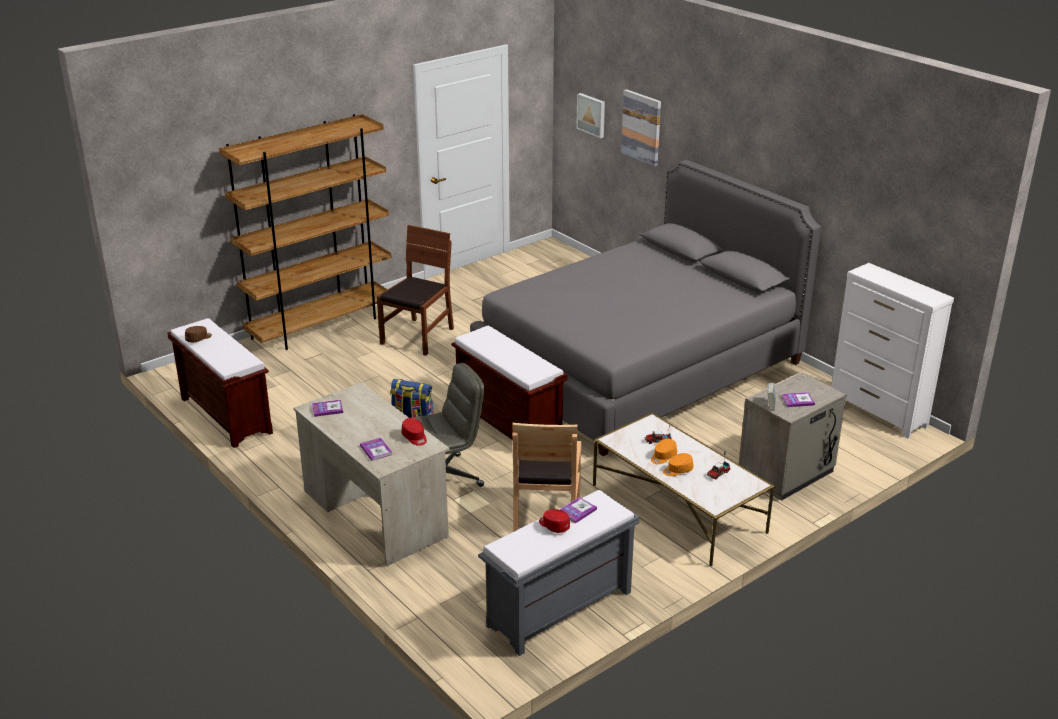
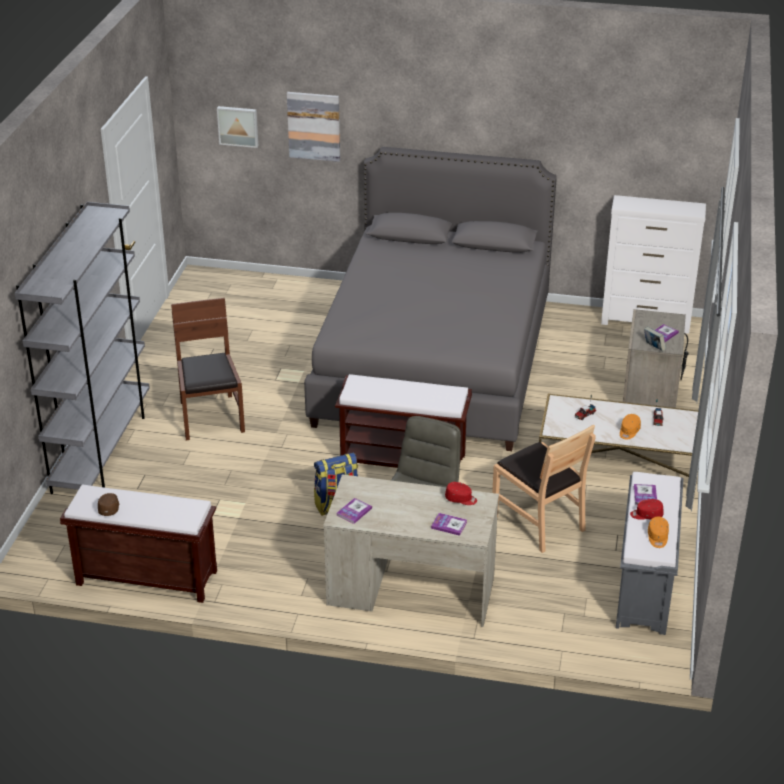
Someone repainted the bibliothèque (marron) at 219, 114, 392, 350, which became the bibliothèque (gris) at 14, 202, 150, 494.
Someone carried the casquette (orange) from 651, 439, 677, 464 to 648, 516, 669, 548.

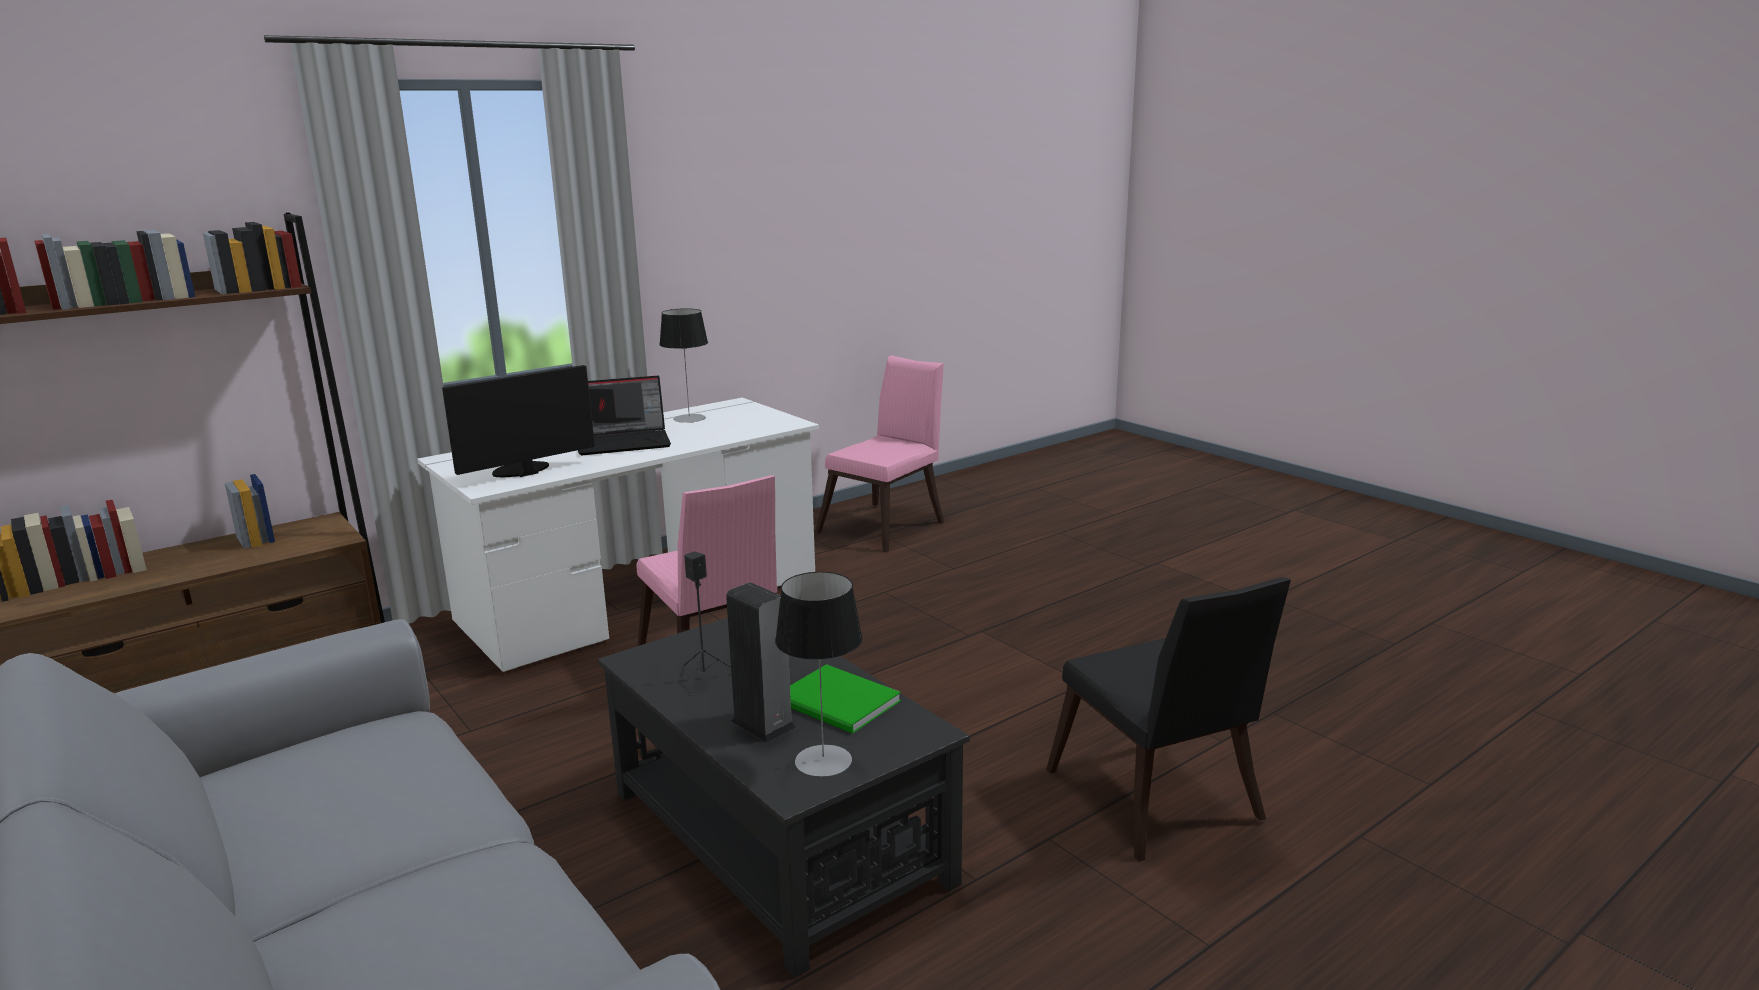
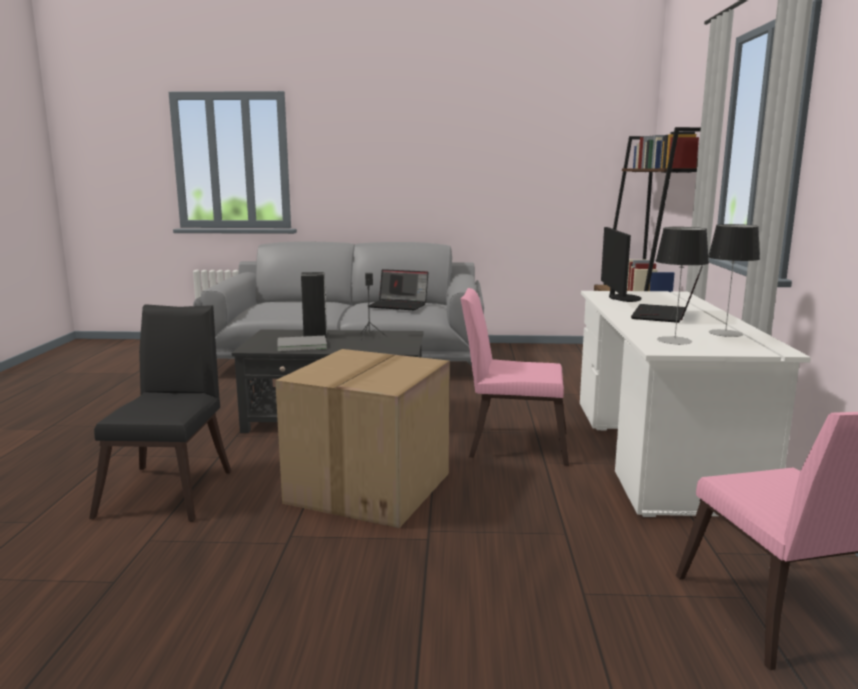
Someone carried the lampe de table from 775, 572, 863, 777 to 656, 227, 709, 345.
Someone repainted the livre (vert) at 790, 664, 901, 734, which became the livre (gris) at 277, 336, 327, 352.
Someone rotated the chaise (noir) at 1046, 577, 1291, 862 by 75 degrees clockwise.
Someone put down the carton at 275, 349, 450, 528.
Someone put down the ordinateur portable at 369, 269, 429, 310.

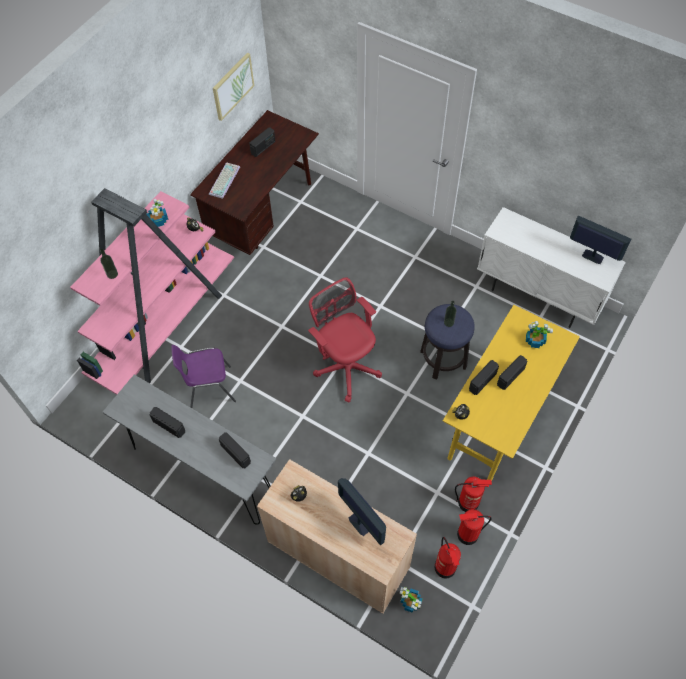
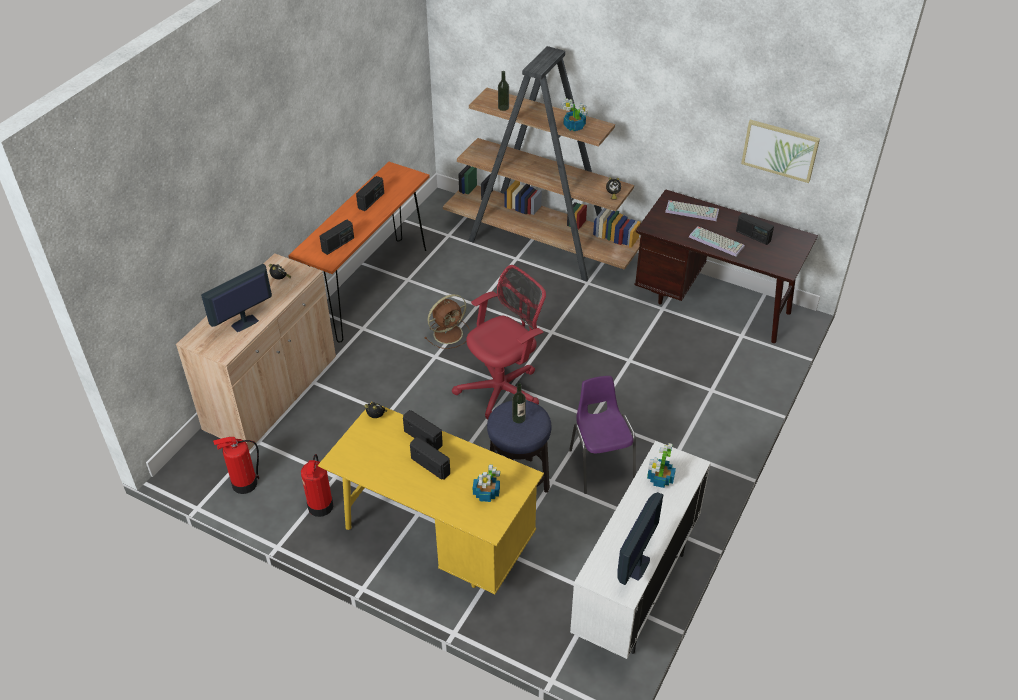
Someone repainted the bibliothèque (rose) at 70, 188, 234, 395, which became the bibliothèque (marron) at 443, 46, 641, 281.
Someone repainted the table console (gris) at 103, 375, 276, 525, which became the table console (orange) at 288, 162, 429, 343.
Someone carried the chaise (violet) from 171, 345, 236, 408 to 569, 376, 636, 494.
Someone carried the plante en pot from 400, 587, 423, 613 to 647, 443, 676, 488.
Someone took away the extincteur at 457, 509, 492, 545.
Someone put down the ventilateur (marron) at 424, 294, 470, 349.
Someone put down the clavier at 689, 226, 745, 256.

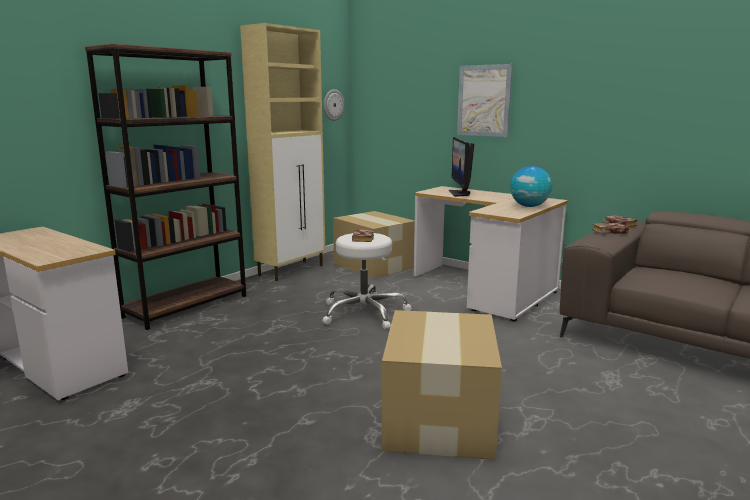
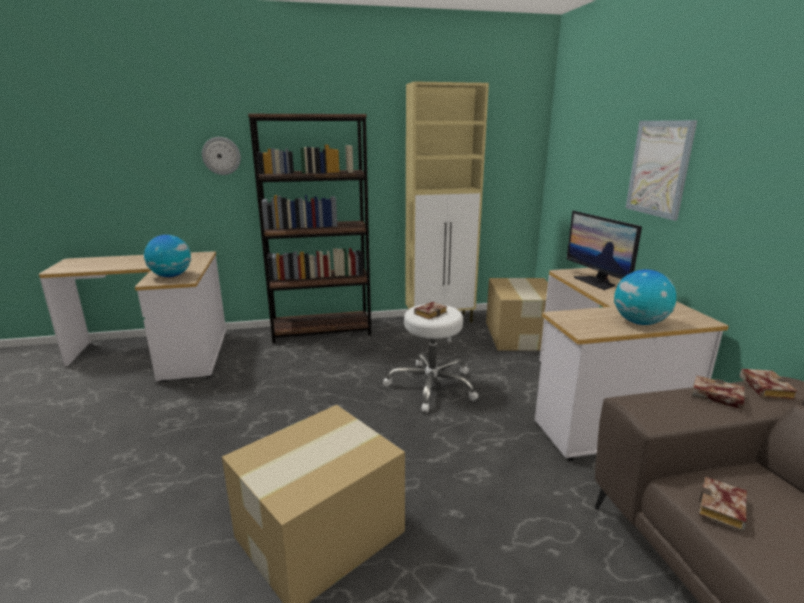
Someone carried the horloge murale from 324, 89, 345, 121 to 202, 137, 241, 175.
Someone rotated the écran d'ordinateur at 449, 137, 474, 197 by 60 degrees counterclockwise.
Someone put down the globe at 144, 235, 191, 277.
Someone put down the livre at 699, 477, 747, 531.

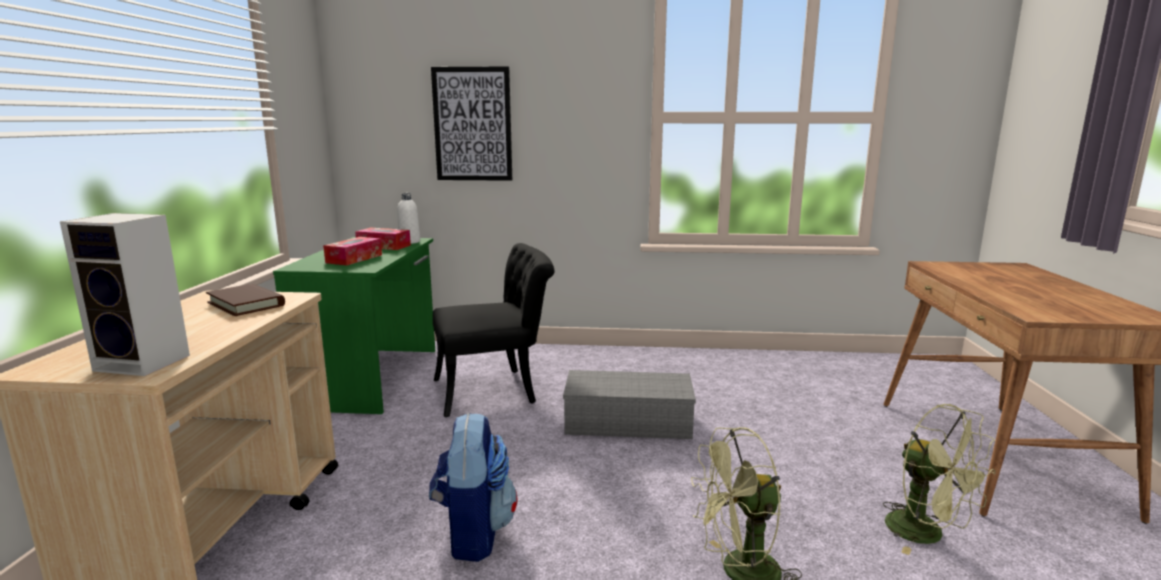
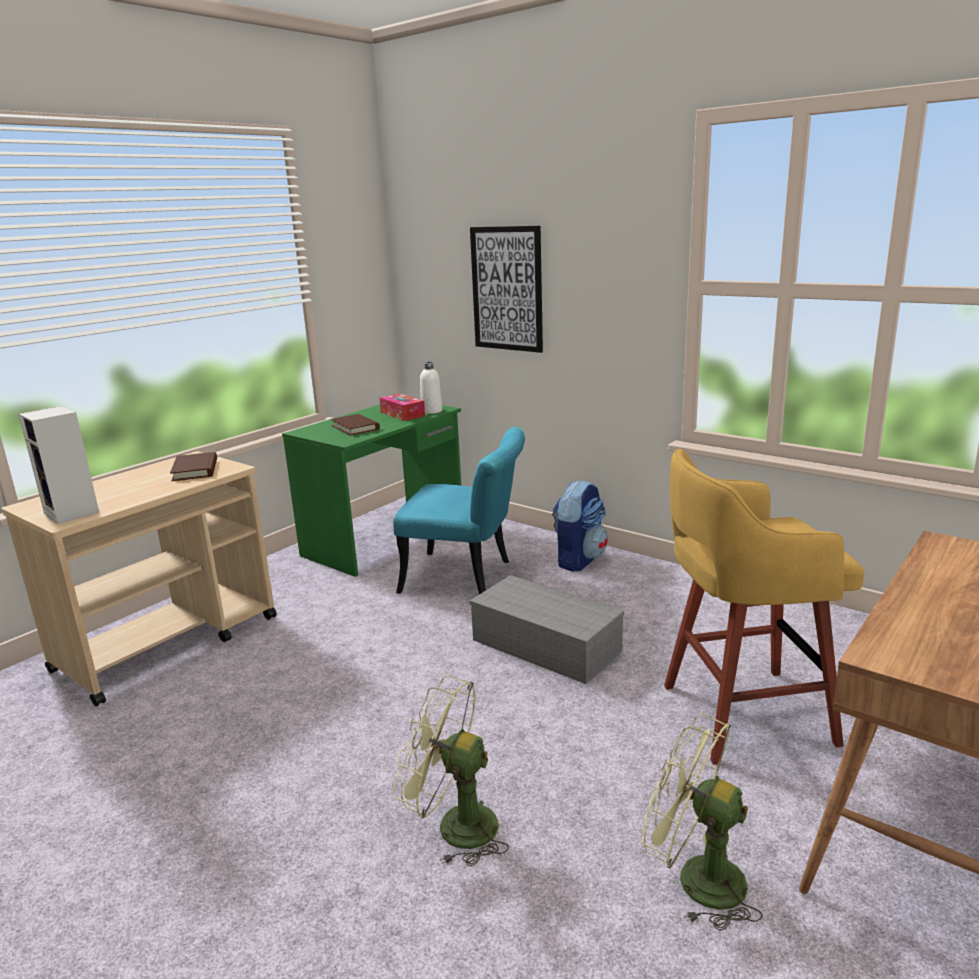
Someone swapped the boîte à mouchoirs at 323, 237, 382, 266 for the livre (marron) at 331, 414, 380, 436.
Someone carried the sac à dos from 429, 413, 518, 562 to 552, 479, 608, 572.
Someone repainted the chaise (noir) at 433, 243, 554, 417, which became the chaise (turquoise) at 393, 427, 525, 594.
Someone rotated the ventilateur (vert) at 883, 404, 995, 555 by 120 degrees clockwise.
Someone put down the tabouret (jaune) at 664, 449, 865, 765.

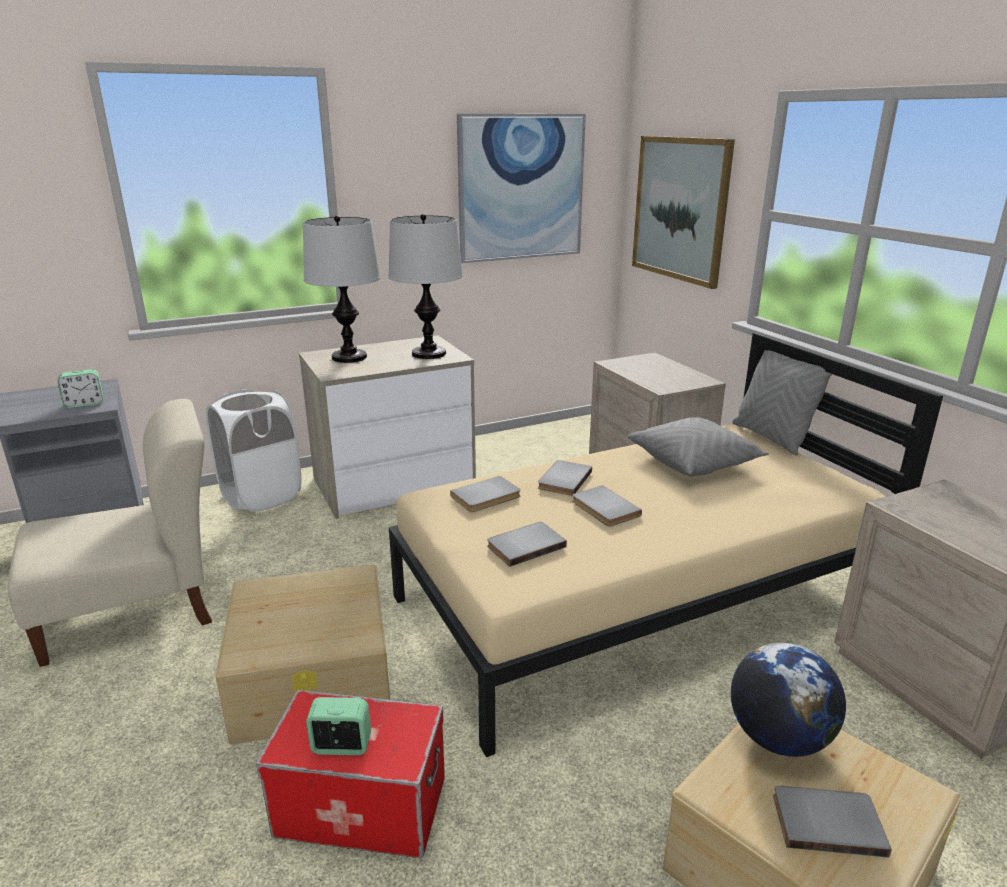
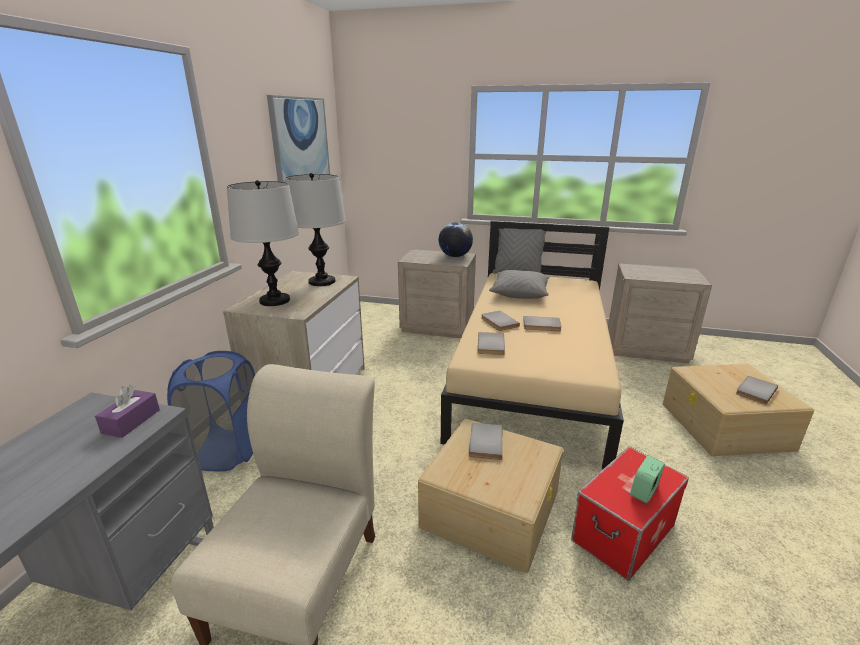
Someone swapped the réveil at 57, 369, 103, 408 for the boîte à mouchoirs (violet) at 95, 385, 160, 438.
Someone repainted the panier à linge (blanc) at 206, 389, 302, 512, which became the panier à linge (bleu) at 167, 351, 255, 471.
Someone carried the livre (gris) from 487, 522, 567, 567 to 469, 423, 502, 460.
Someone took away the tableau at 632, 136, 735, 289.
Someone carried the globe from 731, 643, 846, 757 to 439, 222, 473, 257.

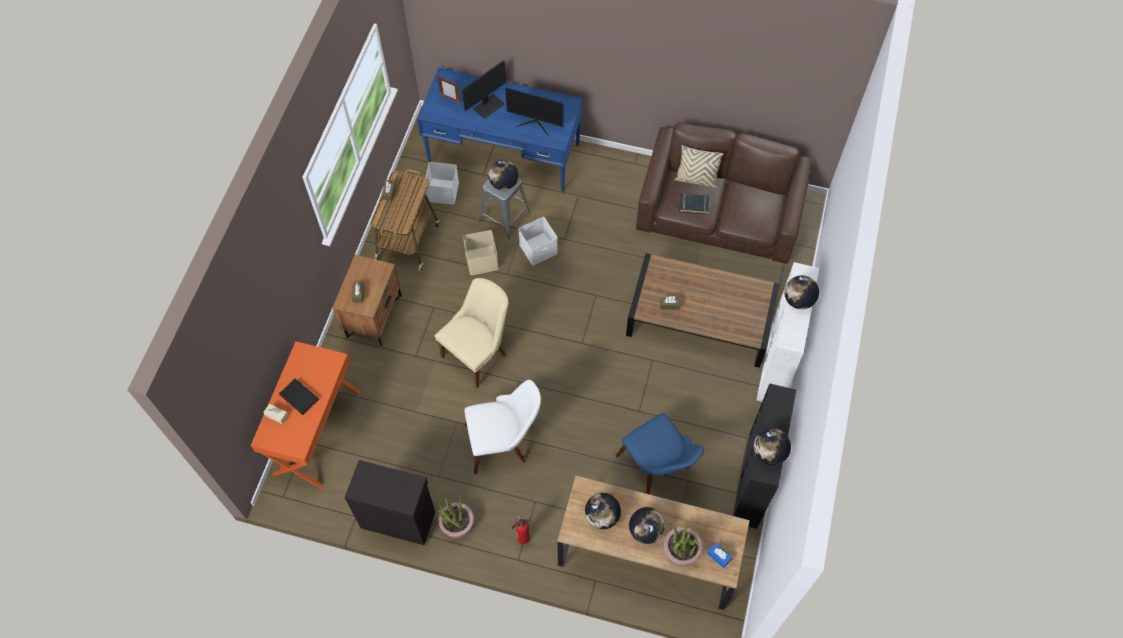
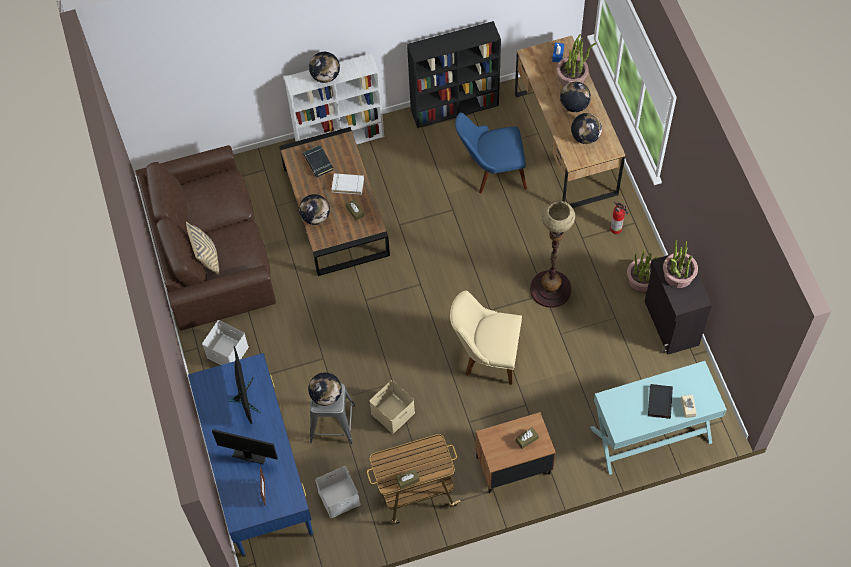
Someone repainted the table console (orange) at 251, 341, 360, 488, which became the table console (turquoise) at 590, 361, 727, 475.
Someone swapped the chaise (blanc) at 464, 380, 541, 474 for the lampadaire at 530, 201, 575, 308.
Someone carried the boîte de rangement (blanc) from 518, 217, 558, 265 to 202, 320, 249, 365.
Someone rotated the chaise (bleu) at 616, 413, 704, 495 by 120 degrees counterclockwise.
Someone carried the livre (noir) from 679, 193, 710, 214 to 303, 145, 333, 177.
Someone carried the globe from 754, 428, 791, 465 to 299, 194, 330, 225.
Someone put down the livre (blanc) at 331, 173, 364, 195.
Someone put down the plante en pot at 663, 240, 698, 288.

